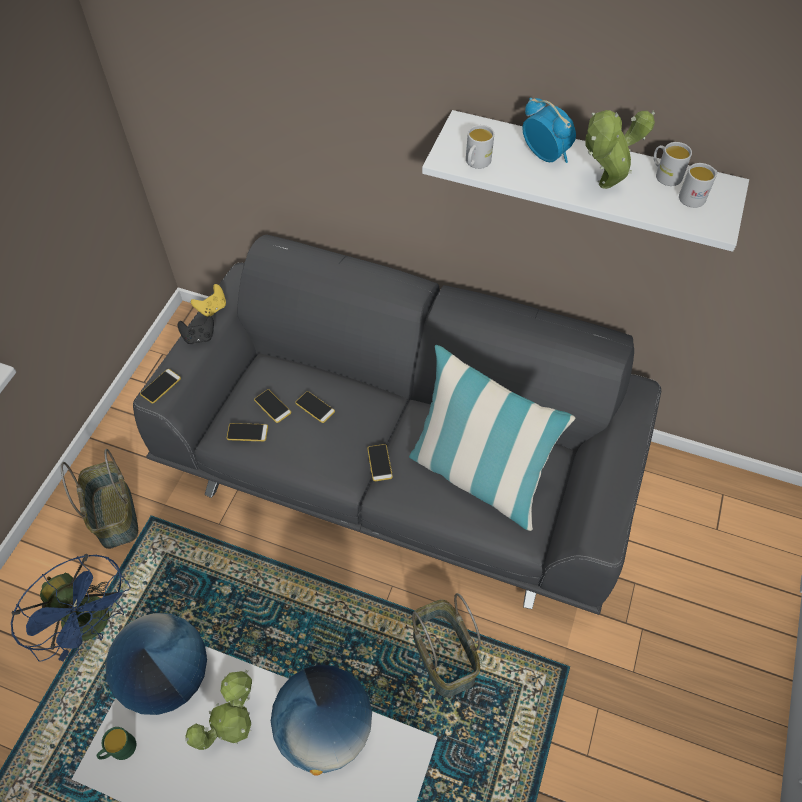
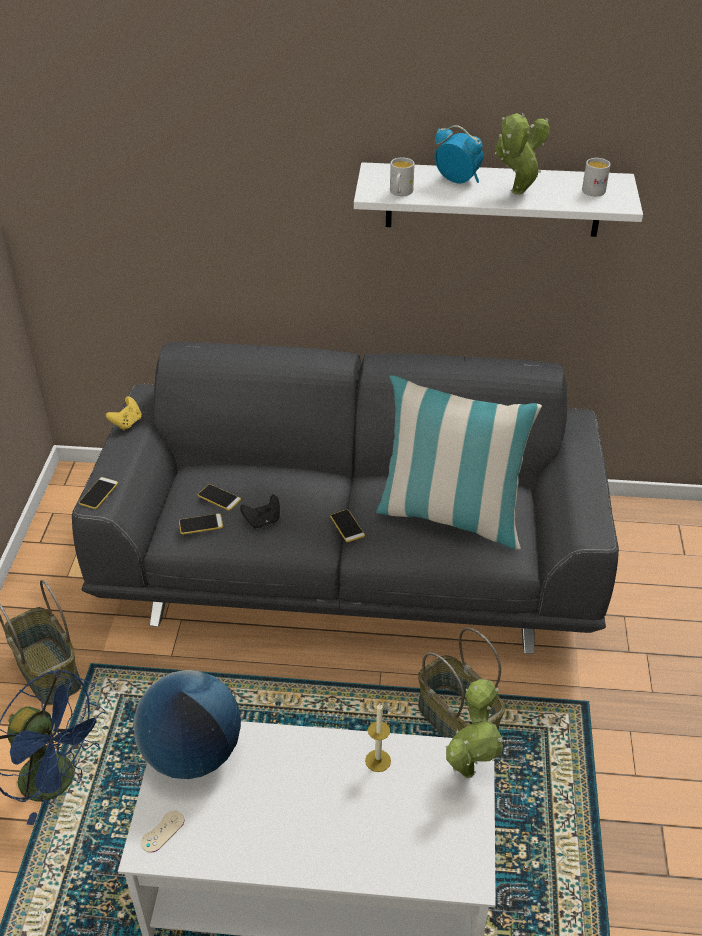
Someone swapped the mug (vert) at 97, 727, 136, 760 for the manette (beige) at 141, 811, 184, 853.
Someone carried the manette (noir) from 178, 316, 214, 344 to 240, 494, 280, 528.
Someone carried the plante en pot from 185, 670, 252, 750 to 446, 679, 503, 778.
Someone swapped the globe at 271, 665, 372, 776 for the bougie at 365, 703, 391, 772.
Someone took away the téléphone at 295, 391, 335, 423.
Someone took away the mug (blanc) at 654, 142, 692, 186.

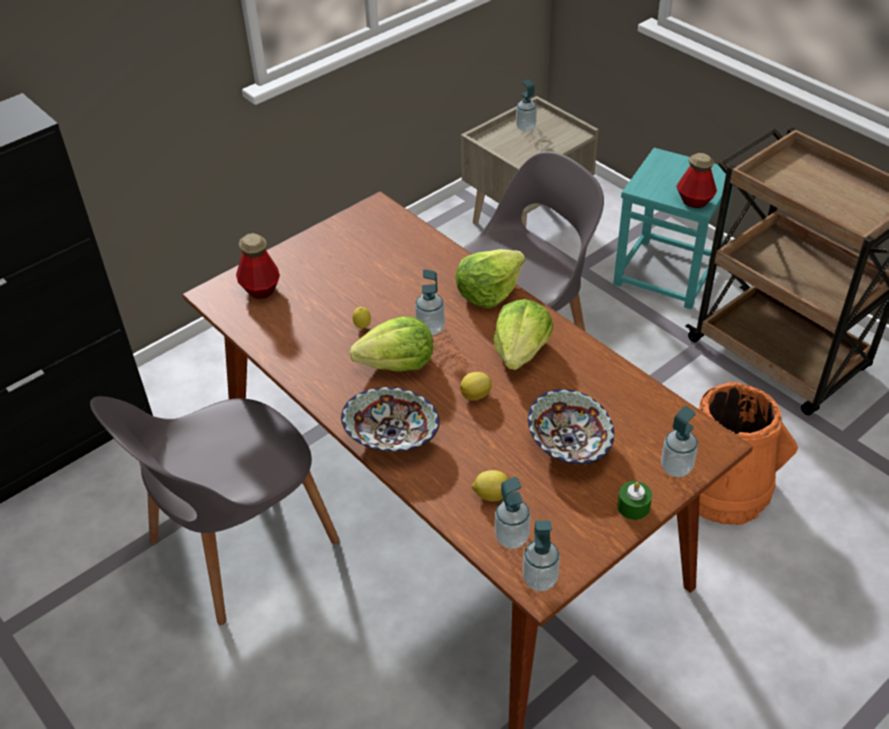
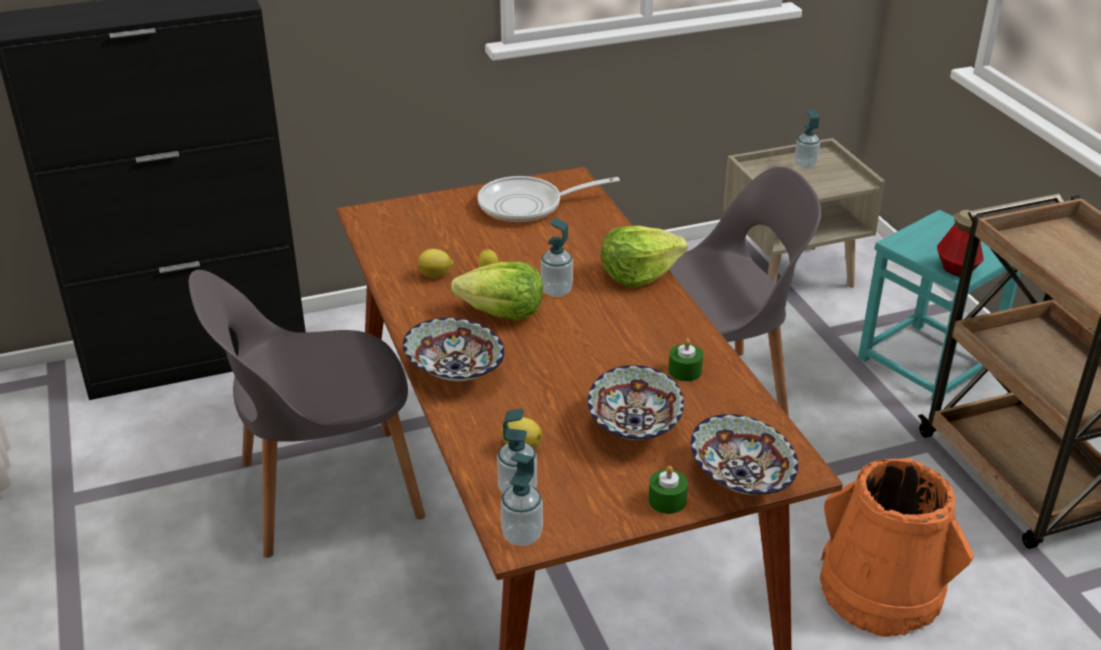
Someone took away the bouteille at 236, 233, 280, 299.
Someone carried the citron from 460, 372, 492, 401 to 418, 249, 454, 278.
Someone took away the laitue at 493, 299, 553, 370.
Someone swapped the distributeur de savon at 661, 406, 698, 477 for the bol at 691, 414, 798, 495.
Someone put down the poêle at 477, 176, 620, 223.
Someone put down the bougie (vert) at 668, 338, 703, 381.

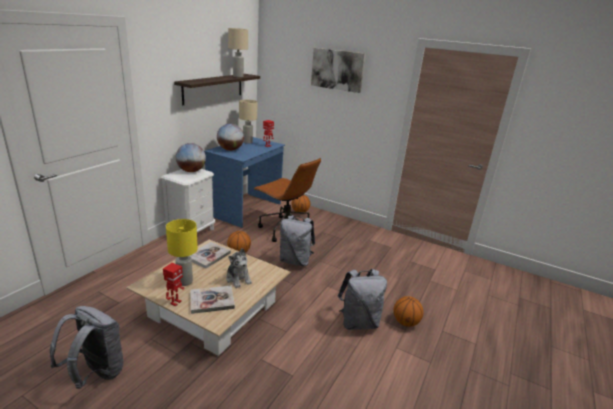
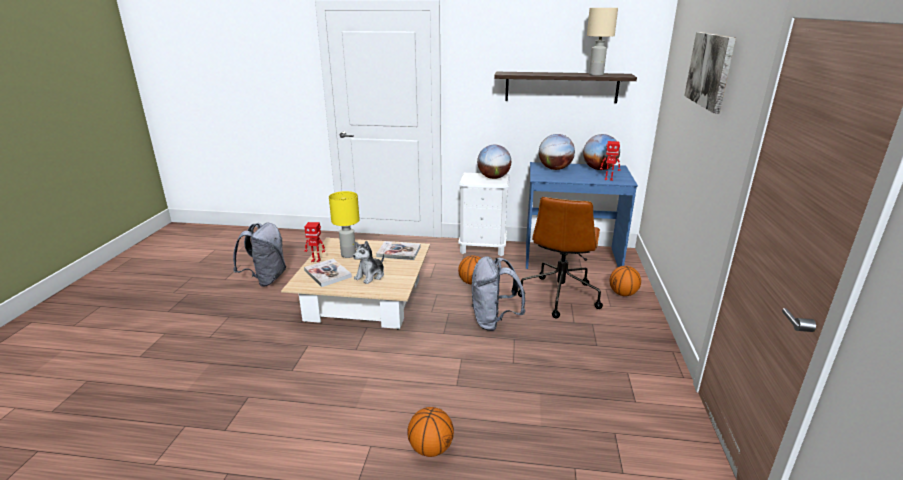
Someone swapped the lampe de table (beige) at 239, 100, 257, 144 for the globe at 583, 134, 620, 170.
Someone took away the sac à dos (gris) at 338, 269, 387, 330.

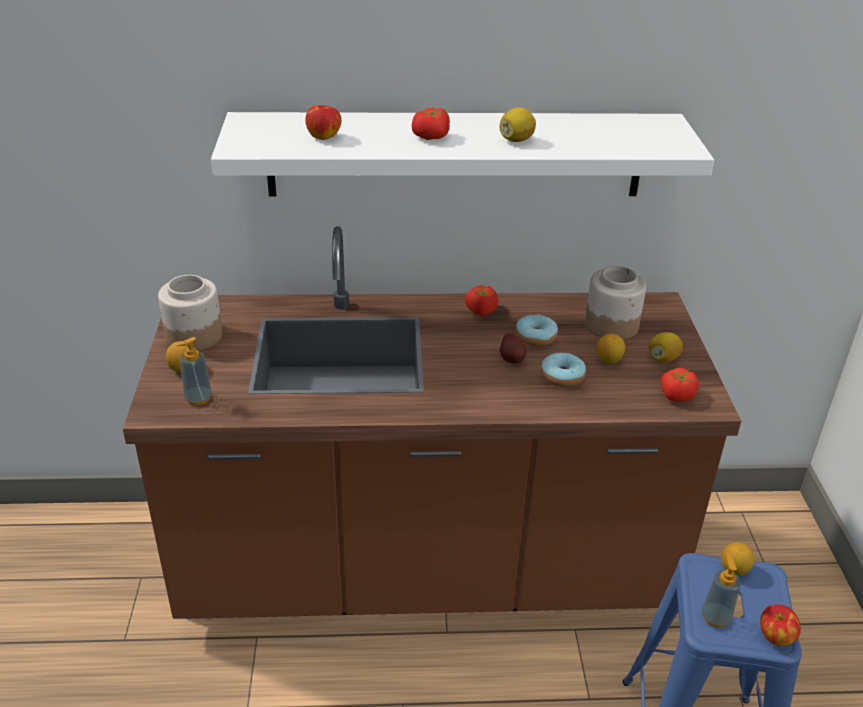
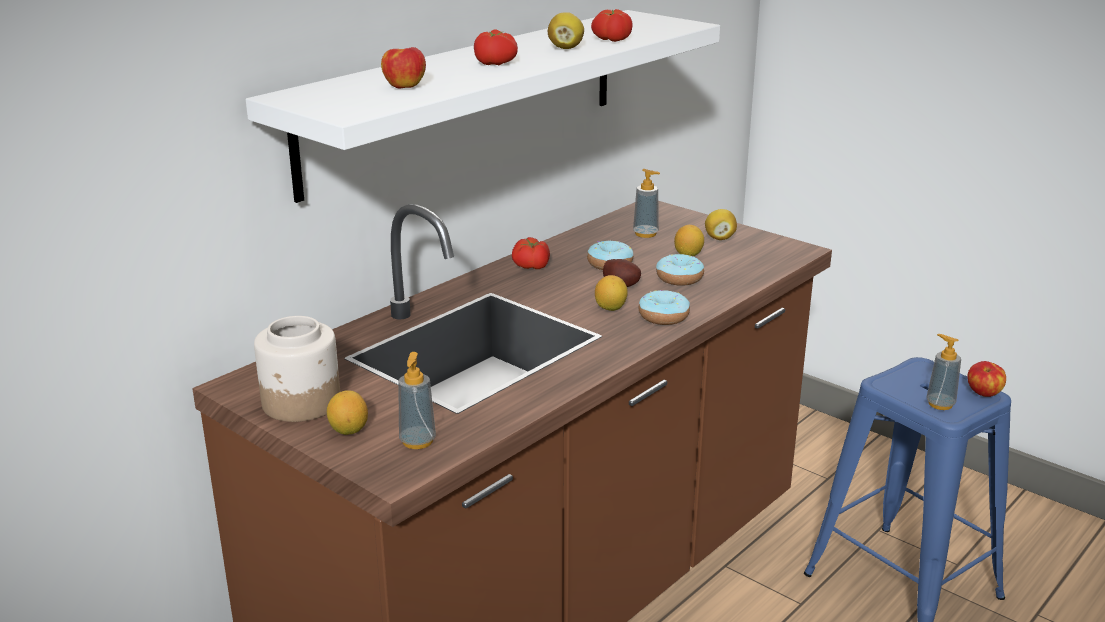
Someone swapped the bocal at 585, 266, 646, 340 for the distributeur de savon at 633, 169, 660, 238.
Someone carried the tomate from 661, 368, 699, 402 to 591, 9, 633, 42.
Someone carried the citron from 721, 542, 755, 576 to 595, 275, 628, 311.
Someone put down the beignet at 639, 290, 690, 325.

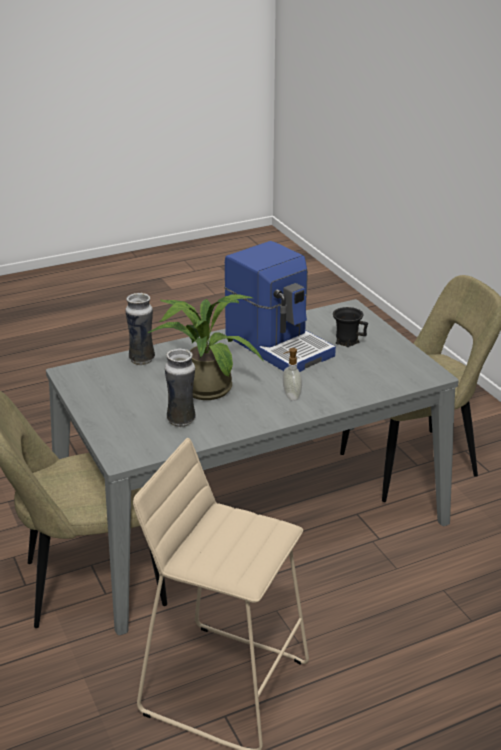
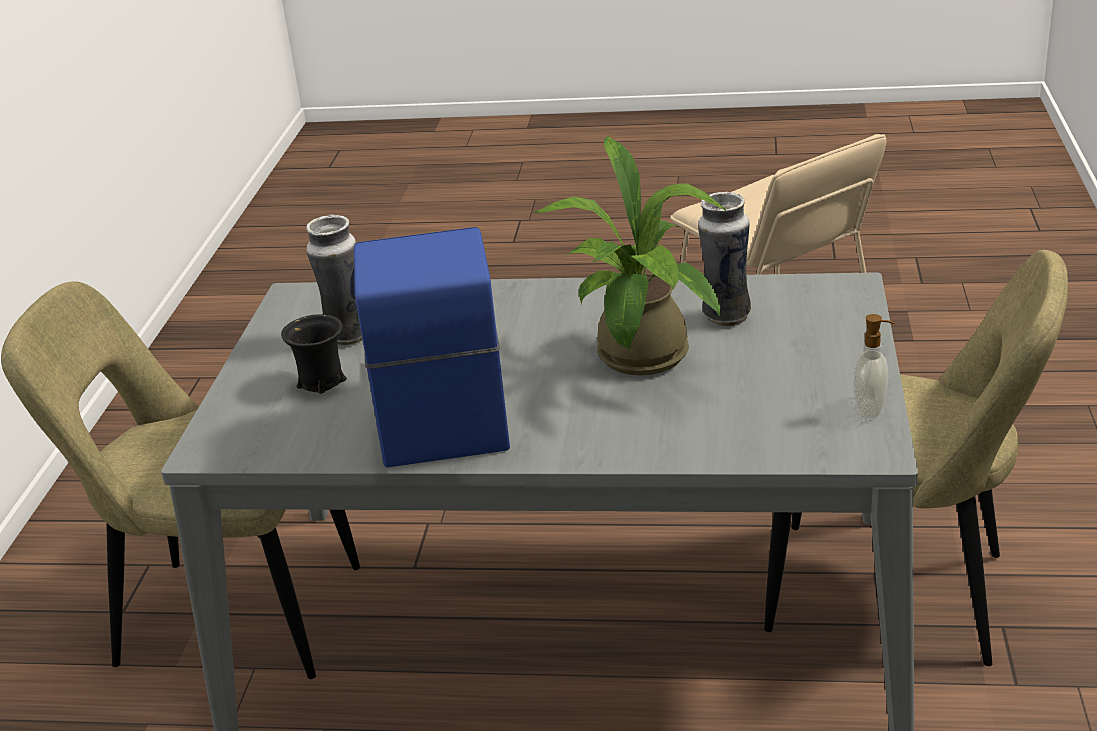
Someone carried the vase from 126, 293, 155, 365 to 306, 215, 362, 345.
Someone carried the distributeur de savon from 283, 348, 302, 401 to 854, 314, 895, 418.

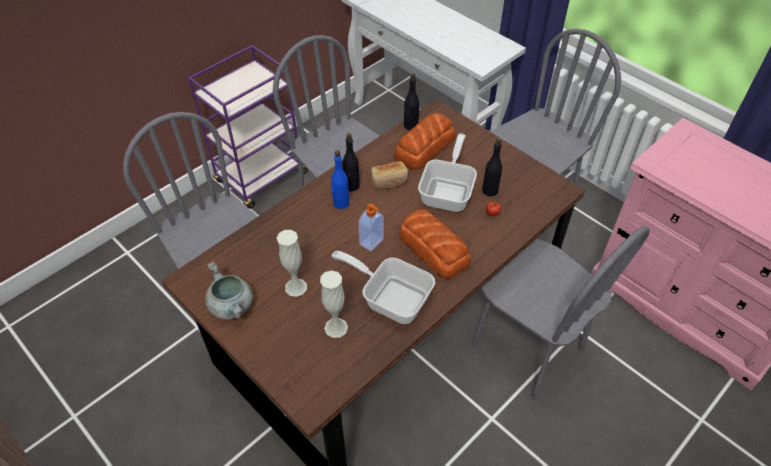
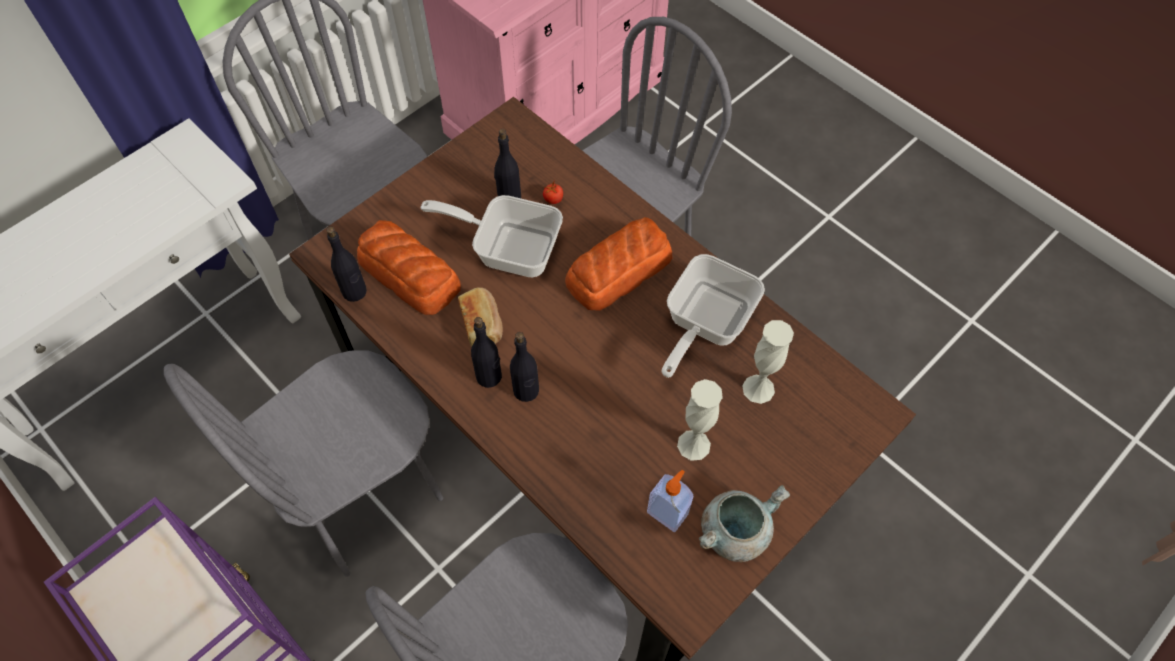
Someone repainted the bouteille (bleu) at 331, 150, 349, 209, which became the bouteille (noir) at 510, 332, 539, 402.
Someone carried the distributeur de savon from 359, 203, 384, 251 to 647, 470, 693, 532.

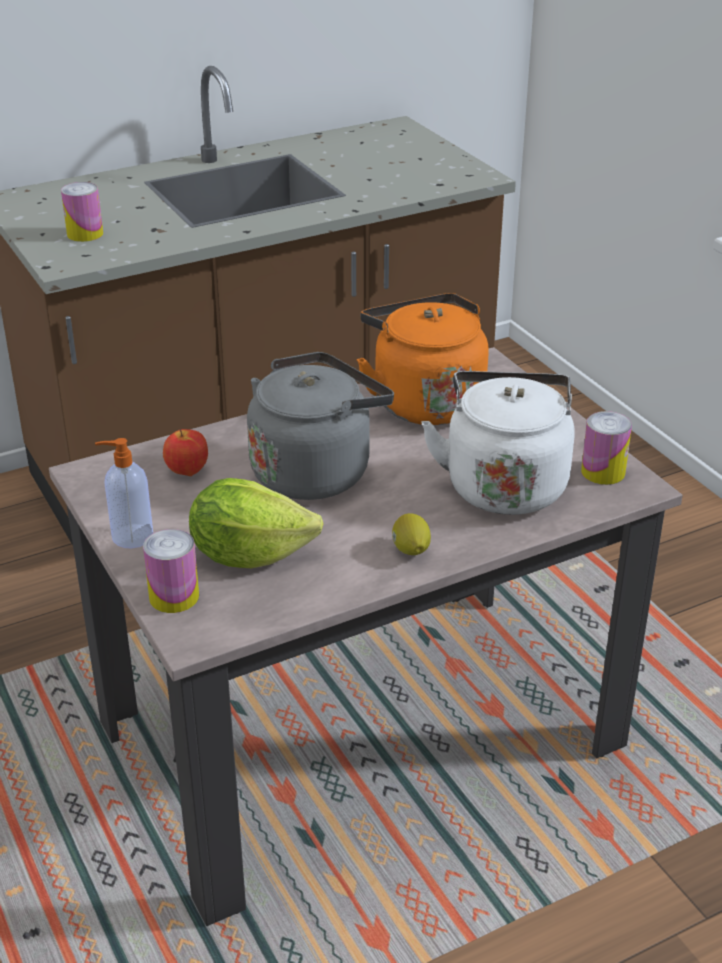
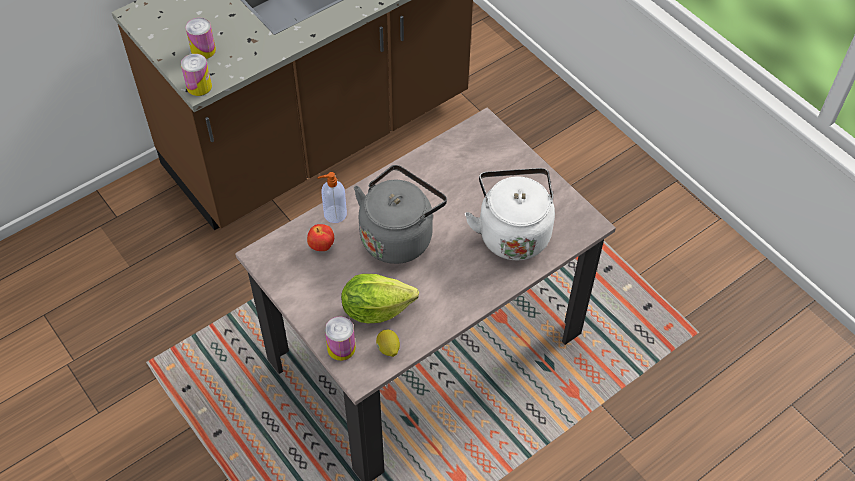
Someone carried the distributeur de savon from 95, 438, 153, 548 to 317, 172, 347, 223.
Someone took away the bouilloire (orange) at 357, 293, 489, 425.
Someone carried the citron from 392, 513, 431, 555 to 376, 330, 400, 357.
Someone carried the boîte métallique from 581, 411, 632, 485 to 181, 54, 212, 96.

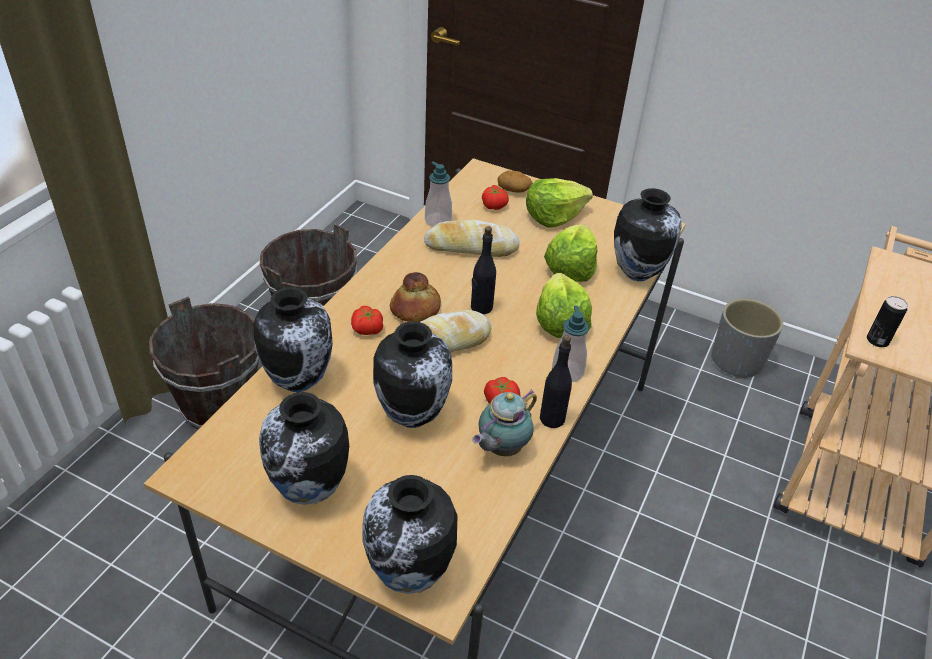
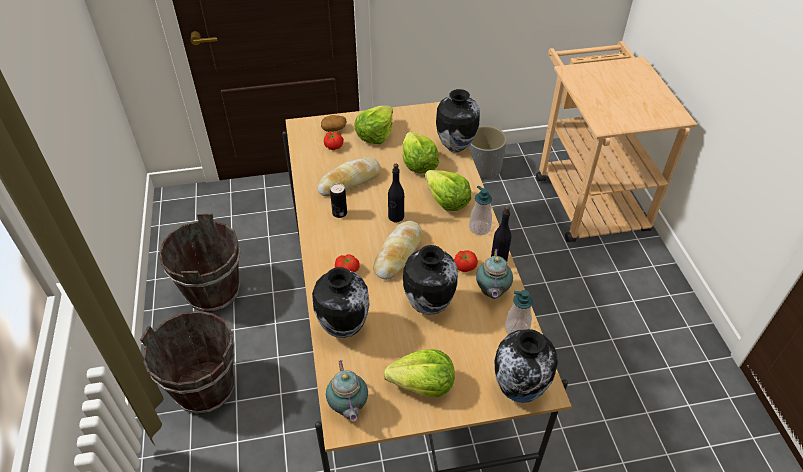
Someone swapped the vase at 259, 392, 349, 505 for the laitue at 383, 349, 455, 397.
Someone took away the pain at 390, 272, 441, 322.
Someone carried the distributeur de savon from 425, 161, 452, 227 to 505, 290, 533, 334.
Someone carried the boîte métallique from 867, 296, 908, 347 to 330, 183, 347, 218.
Someone put down the théière at 326, 360, 368, 421.

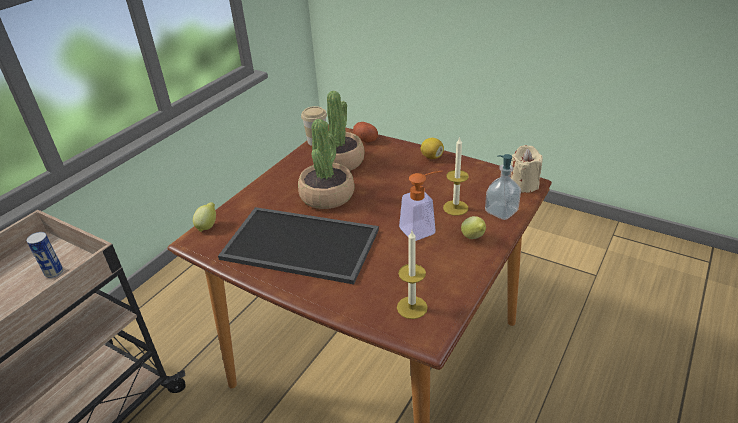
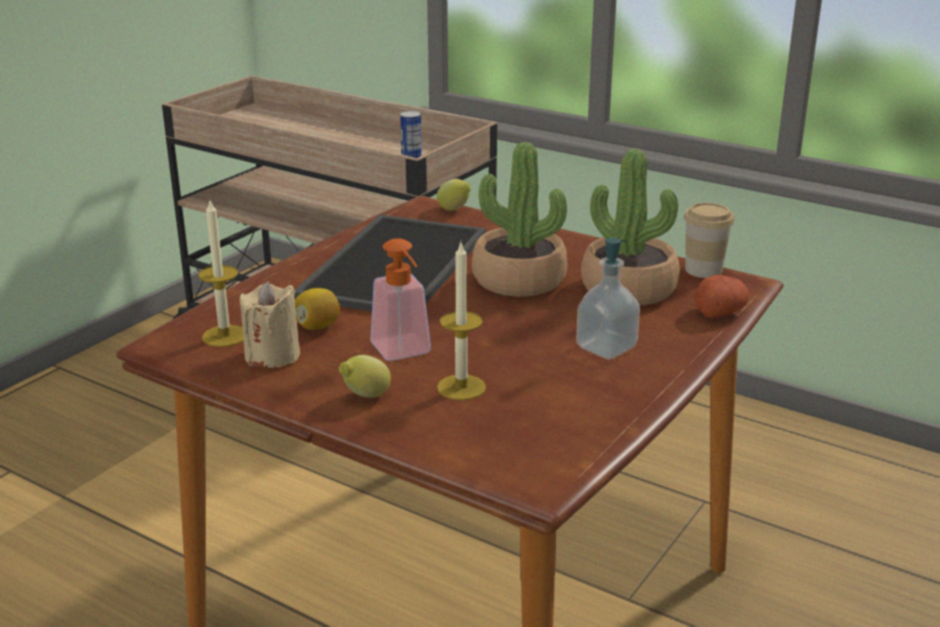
Someone carried the citron from 421, 138, 444, 159 to 295, 288, 341, 330.
Someone carried the distributeur de savon from 485, 154, 521, 220 to 576, 238, 640, 360.
Someone carried the bougie (beige) from 511, 145, 543, 193 to 240, 281, 300, 368.

